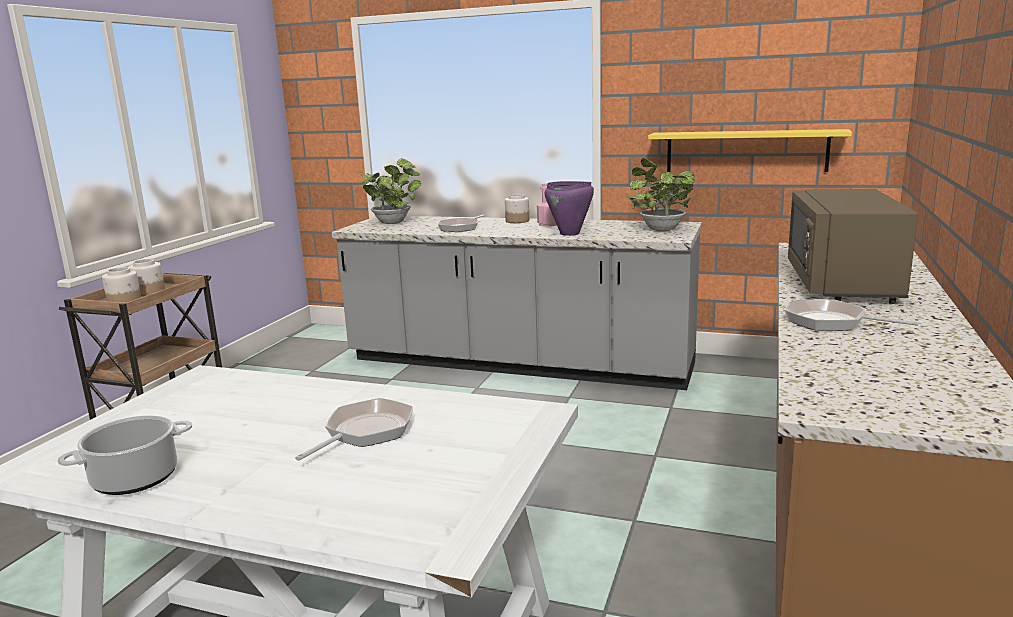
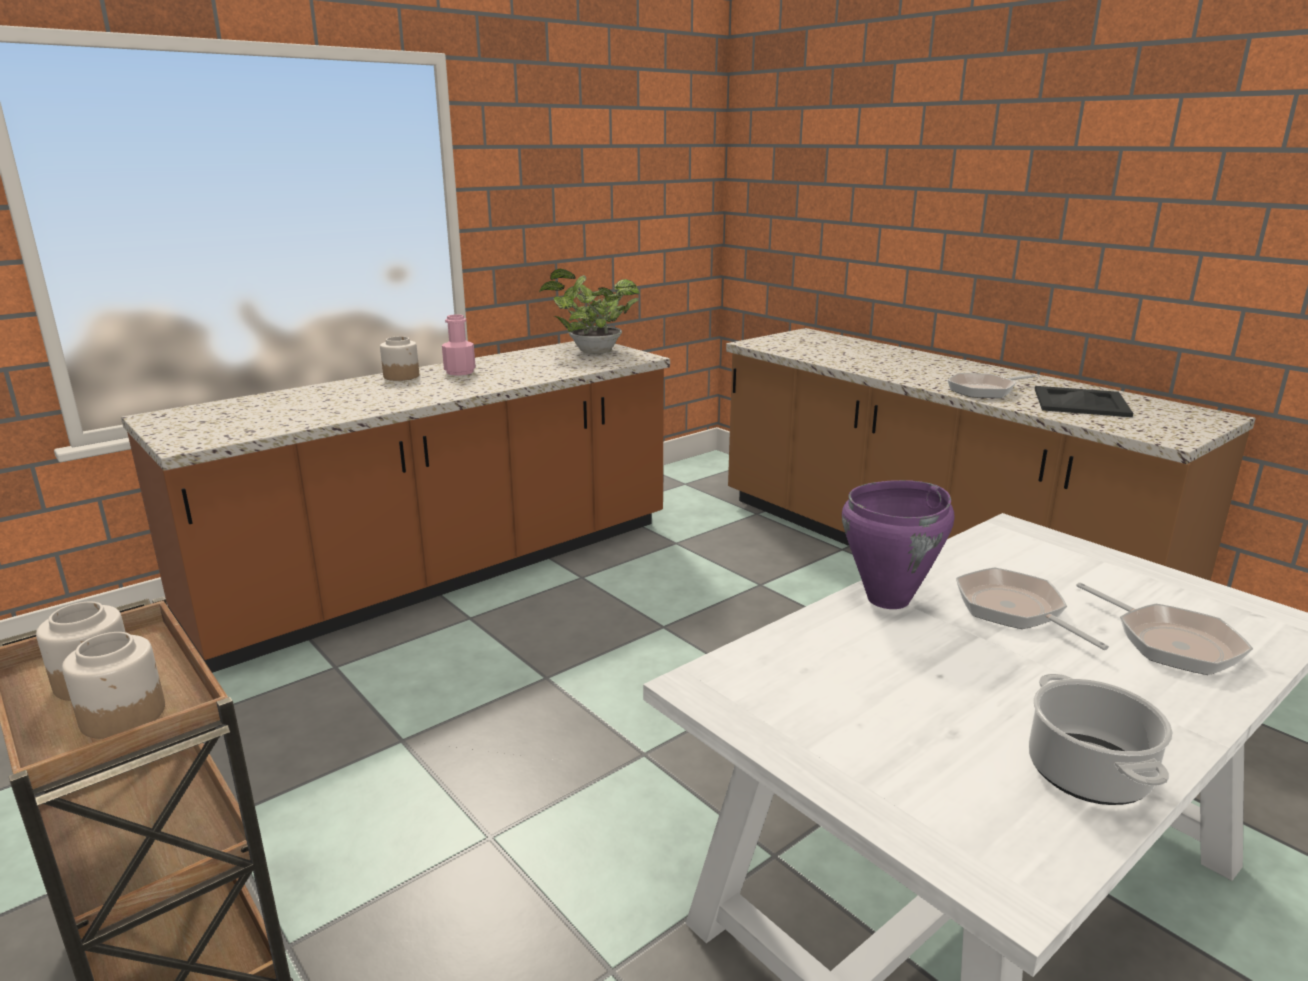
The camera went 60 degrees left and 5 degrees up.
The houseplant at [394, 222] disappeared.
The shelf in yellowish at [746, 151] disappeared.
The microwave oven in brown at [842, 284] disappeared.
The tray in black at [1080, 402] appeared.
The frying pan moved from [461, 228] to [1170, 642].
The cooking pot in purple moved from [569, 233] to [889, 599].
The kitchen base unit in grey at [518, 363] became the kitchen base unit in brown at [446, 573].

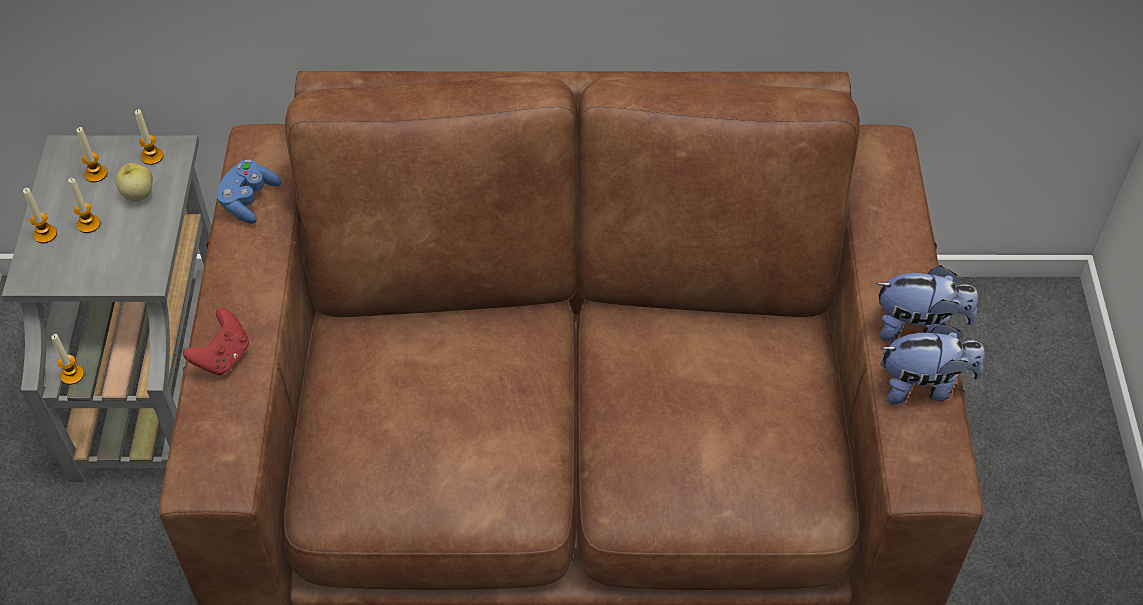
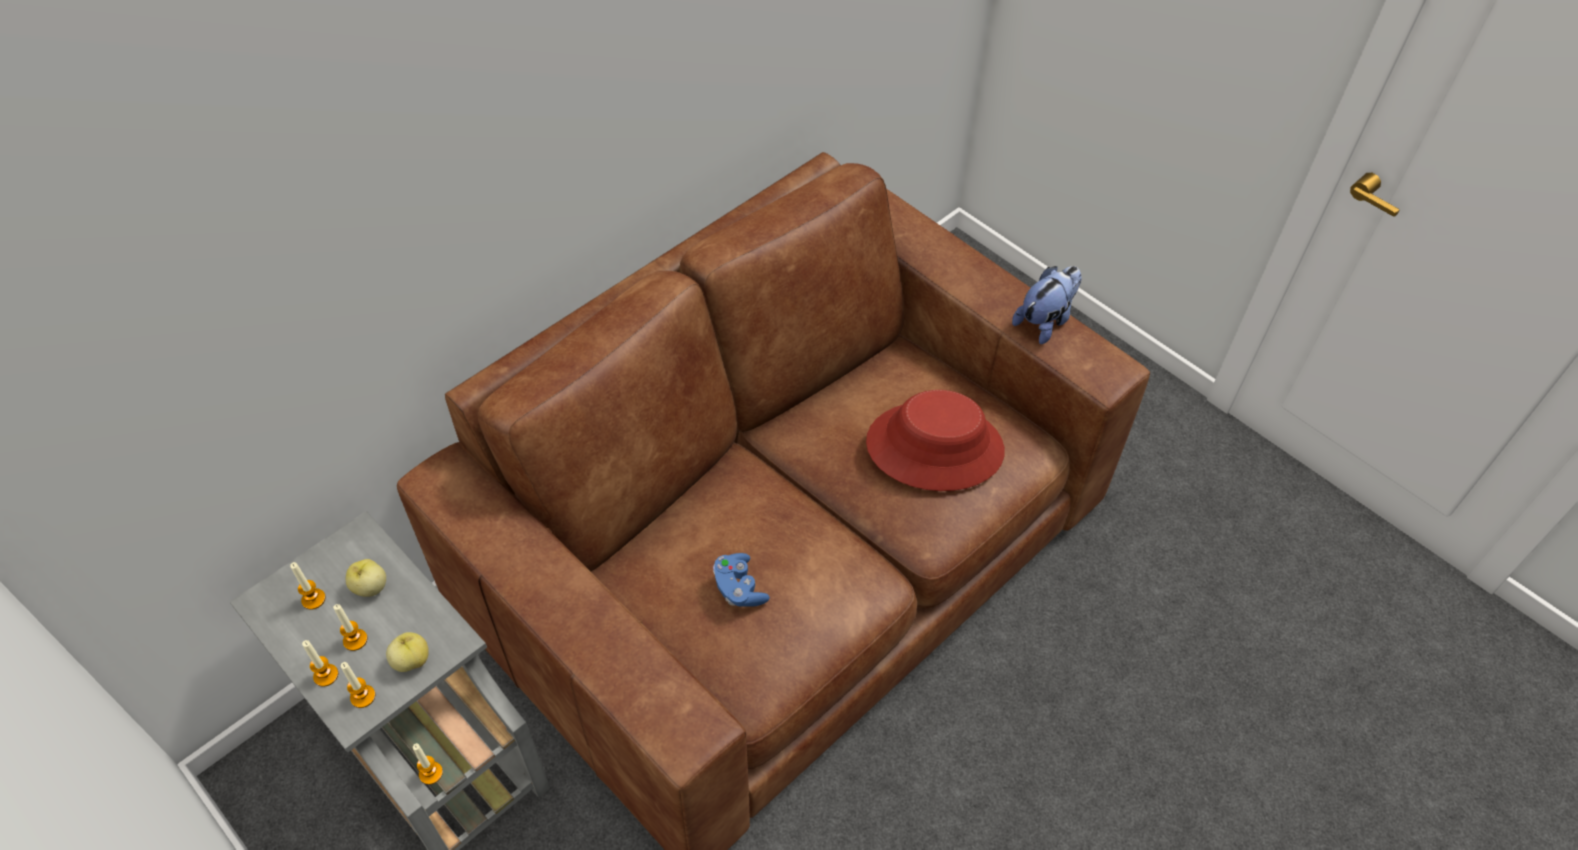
The camera went 45 degrees left and 0 degrees up.
The joypad in reddish at [223, 357] disappeared.
The cuddly toy at [918, 327] disappeared.
The whole apple at [411, 660] appeared.
The wearable hat in reddish at [935, 447] appeared.
The candle moved from [152, 156] to [363, 696].
The joypad in blue moved from [249, 200] to [739, 588].

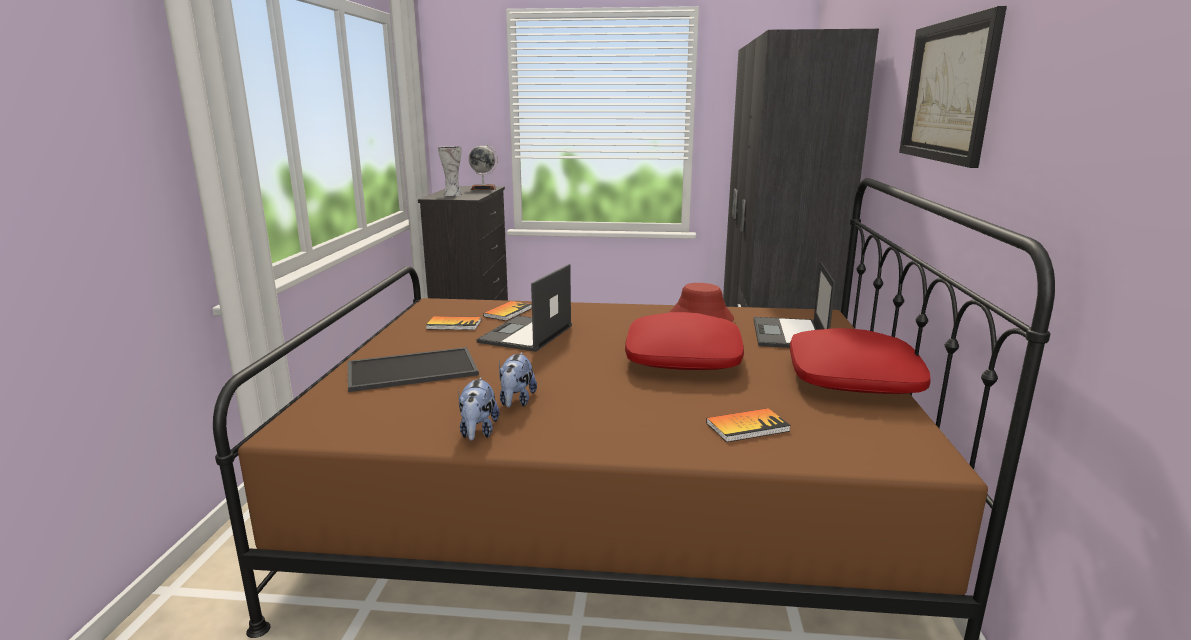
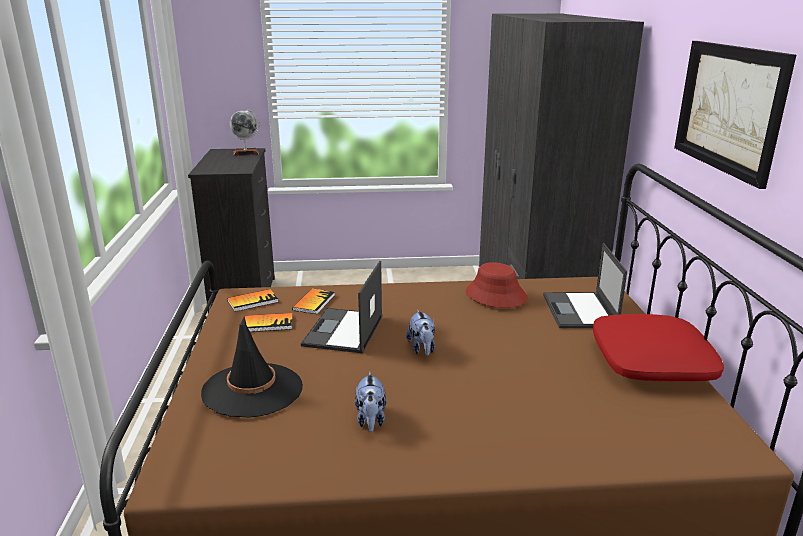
The camera went 10 degrees left and 5 degrees up.
The flower vase at [452, 194] disappeared.
The throw pillow in reddish at [684, 358] disappeared.
The cuddly toy moved from [478, 432] to [422, 349].
The book moved from [747, 427] to [252, 301].
The tray at [411, 370] was replaced by the wearable hat in black at [252, 390].

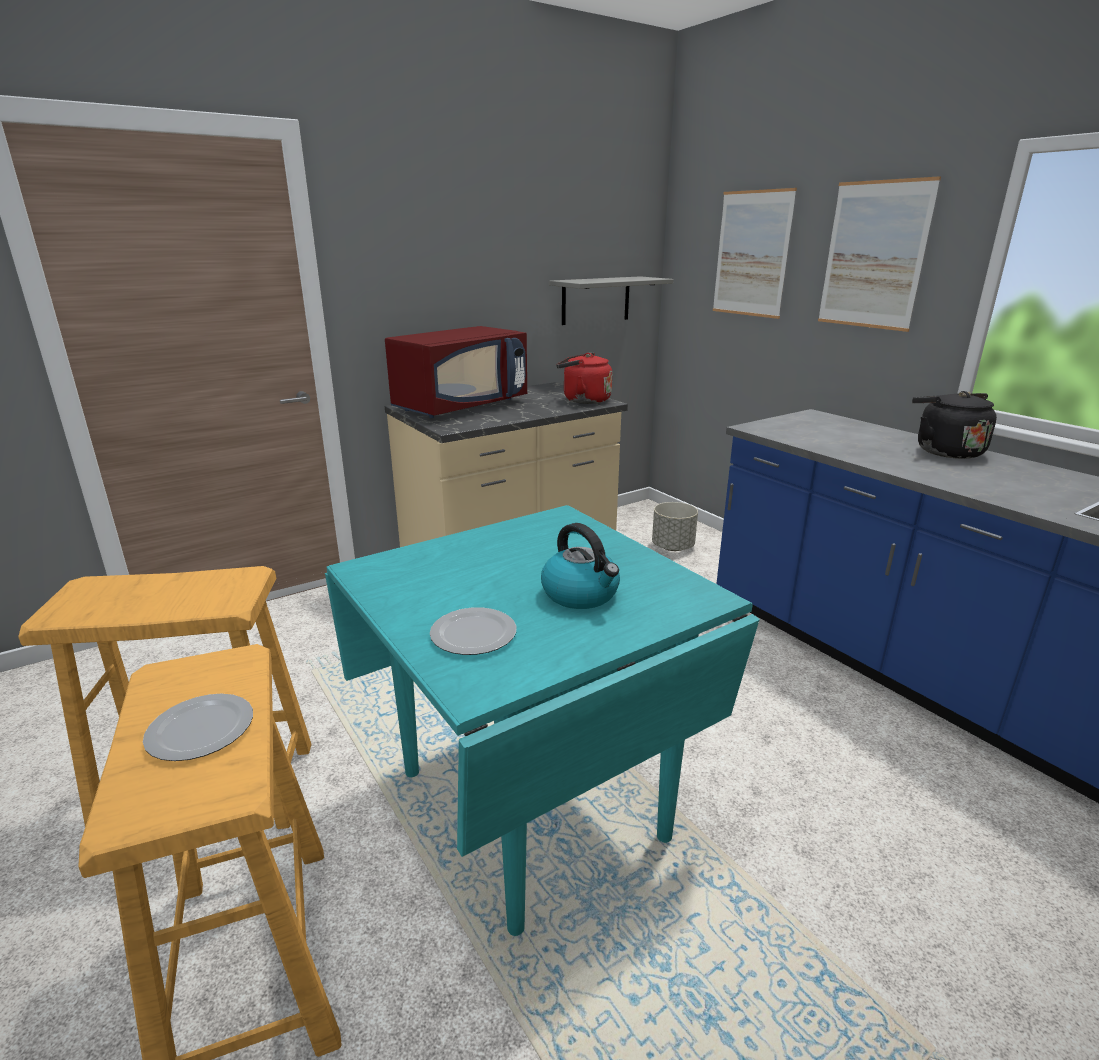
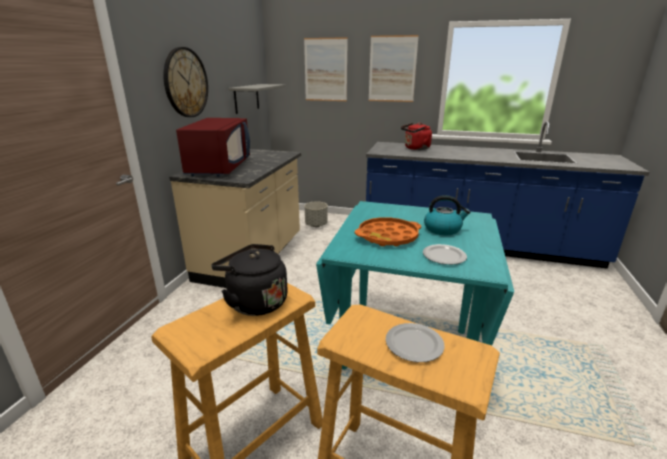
The camera went 40 degrees left and 0 degrees up.
The hanging clock at [186, 83] appeared.
The tray in orange at [388, 236] appeared.
The kettle in reddish moved from [583, 400] to [415, 148].
The kettle in black moved from [944, 451] to [254, 302].

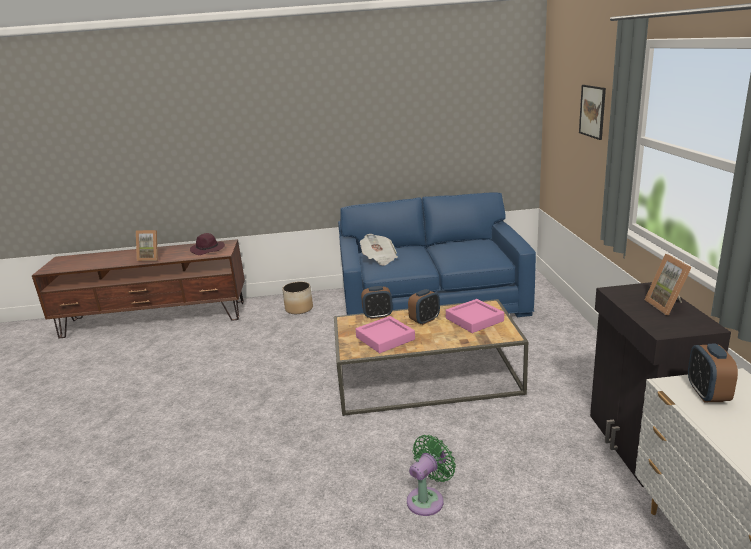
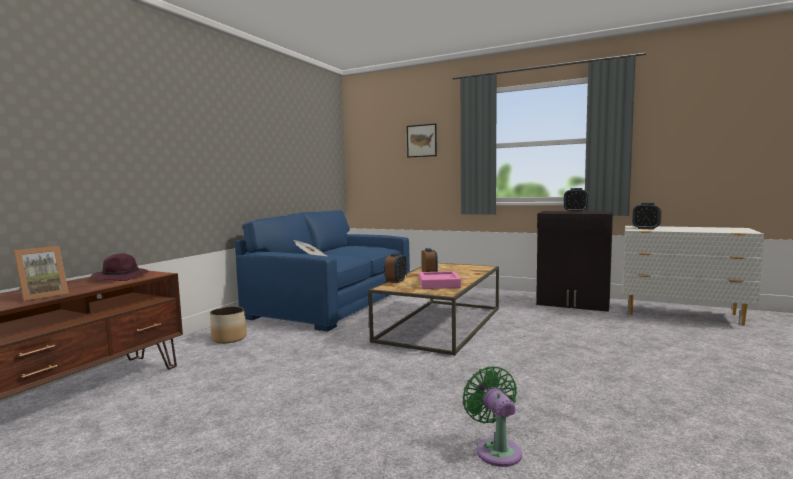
The camera went 60 degrees left and 15 degrees down.
The tray in pink-coloured at [474, 319] disappeared.
The cooling fan in green-coloured moved from [428, 499] to [496, 450].
The picture frame at [668, 306] was replaced by the bedside clock at [575, 211].

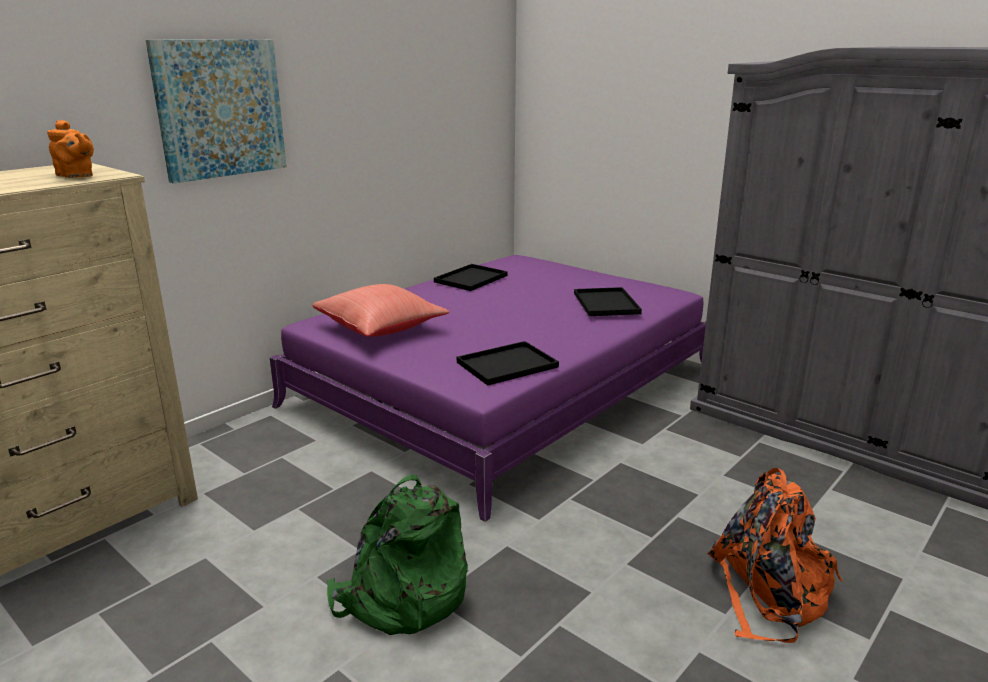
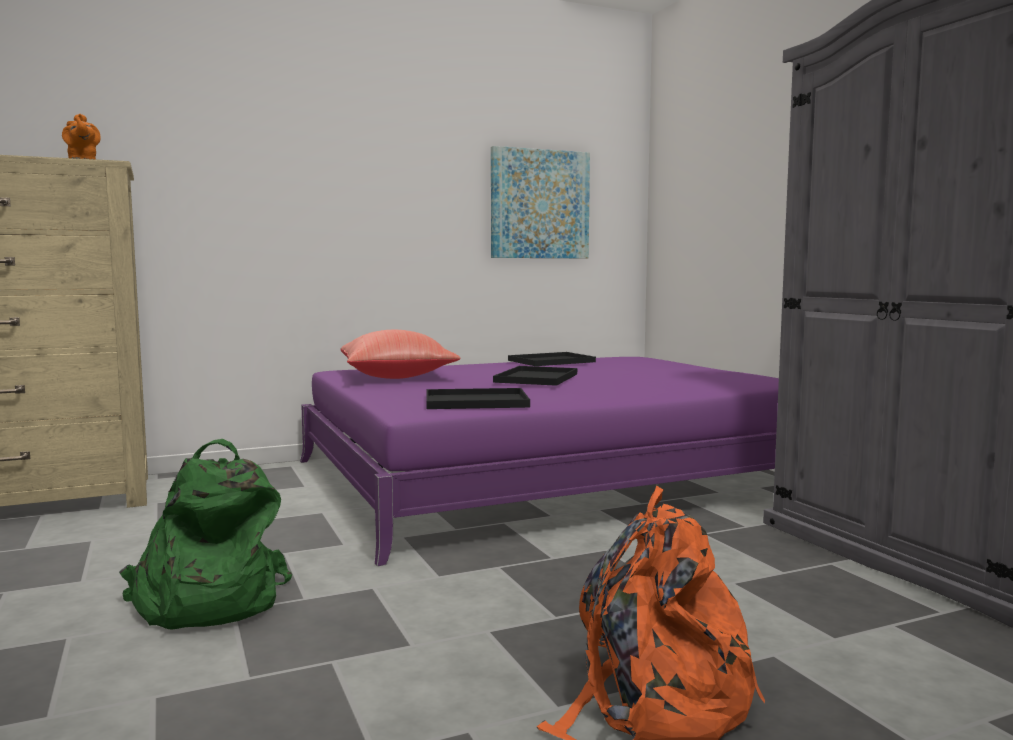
The camera went 25 degrees right and 15 degrees down.
The wall art moved from [220, 109] to [539, 204].
The tray in black moved from [607, 304] to [537, 378].

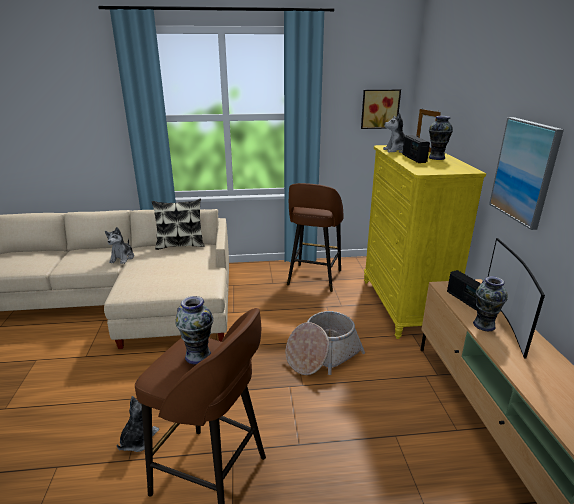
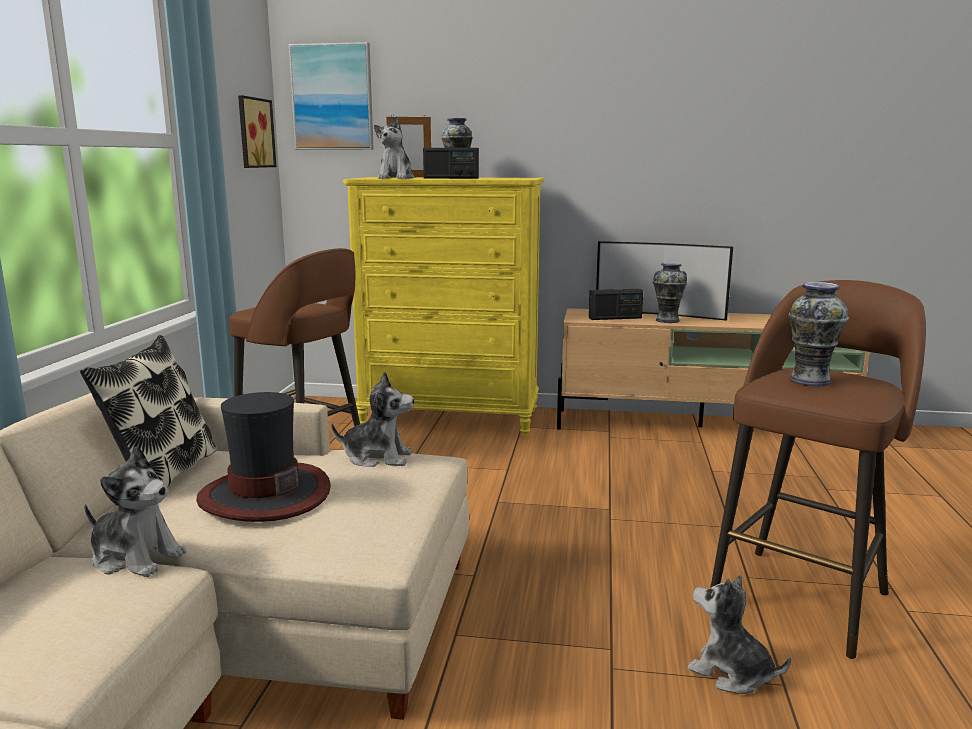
The camera went 75 degrees left and 10 degrees down.
The household basket at [322, 355] disappeared.
The wearable hat at [264, 494] appeared.
The cuddly toy at [377, 458] appeared.
The wall art moved from [524, 171] to [332, 97].

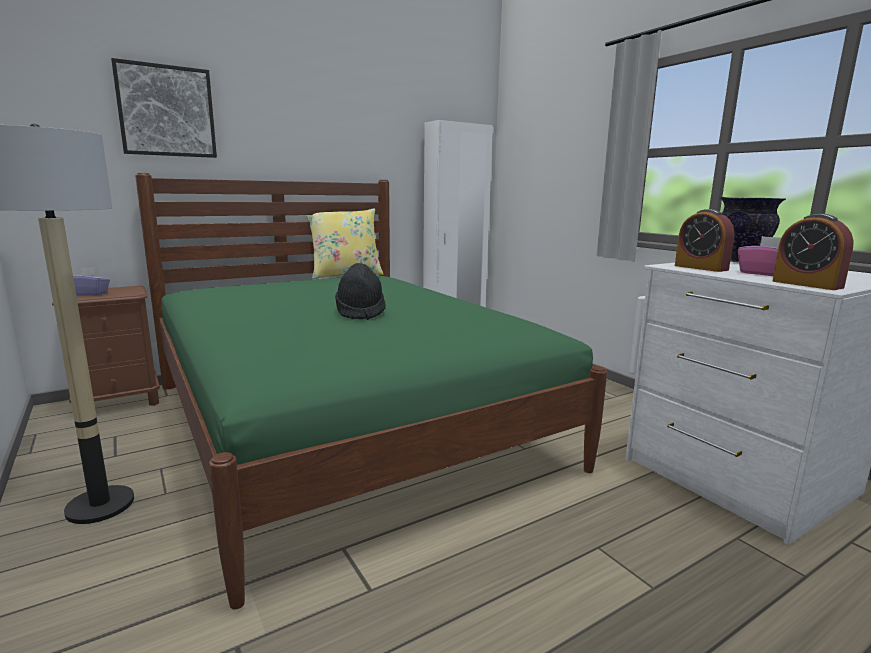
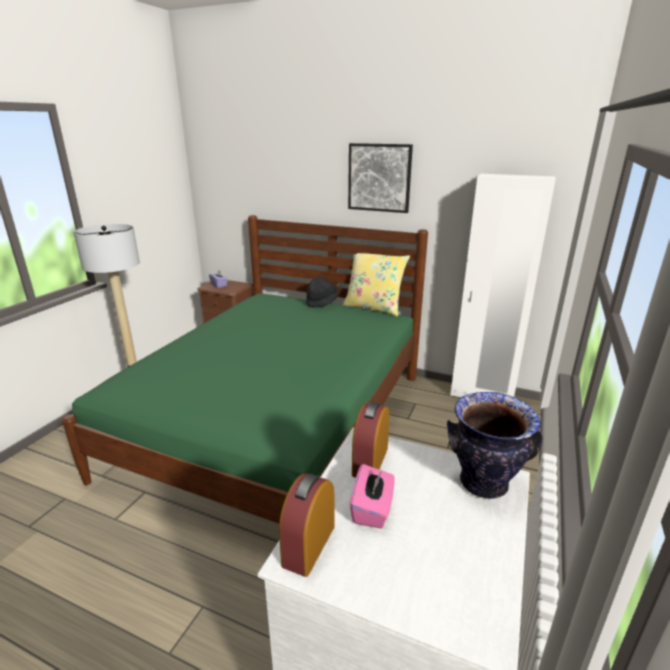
The camera went 55 degrees right and 10 degrees up.
The wall art moved from [166, 111] to [379, 178].
The wearable hat in black moved from [360, 313] to [321, 302].

